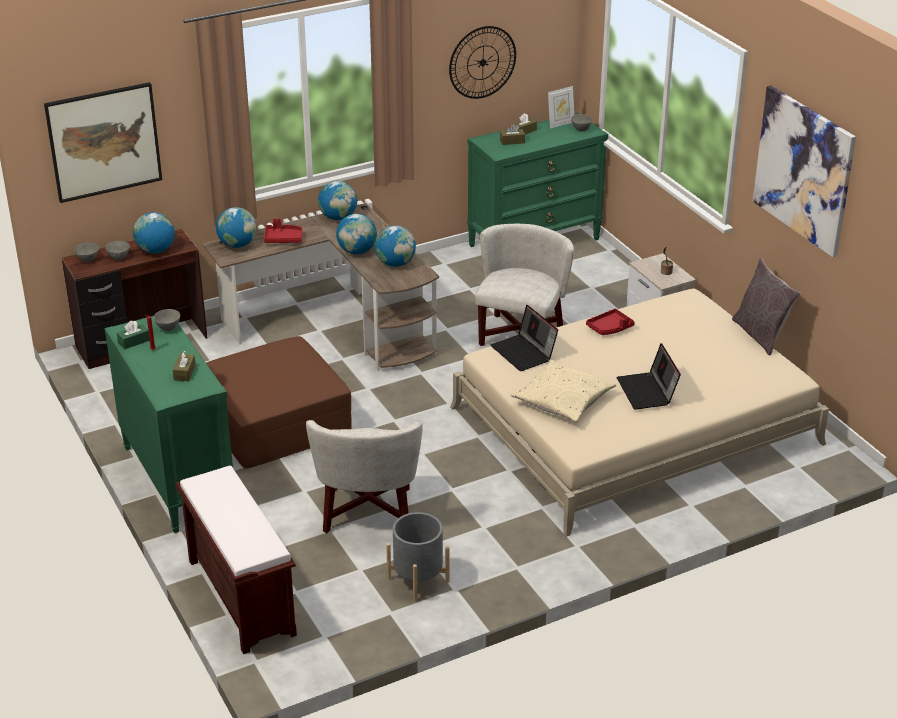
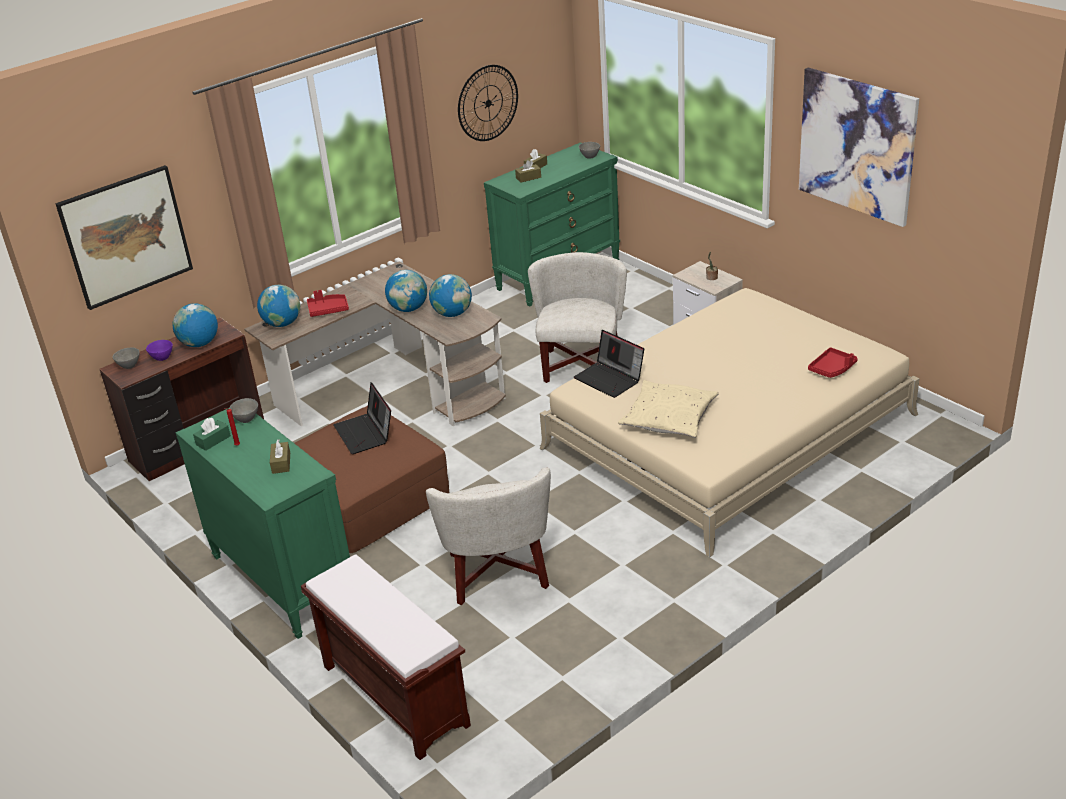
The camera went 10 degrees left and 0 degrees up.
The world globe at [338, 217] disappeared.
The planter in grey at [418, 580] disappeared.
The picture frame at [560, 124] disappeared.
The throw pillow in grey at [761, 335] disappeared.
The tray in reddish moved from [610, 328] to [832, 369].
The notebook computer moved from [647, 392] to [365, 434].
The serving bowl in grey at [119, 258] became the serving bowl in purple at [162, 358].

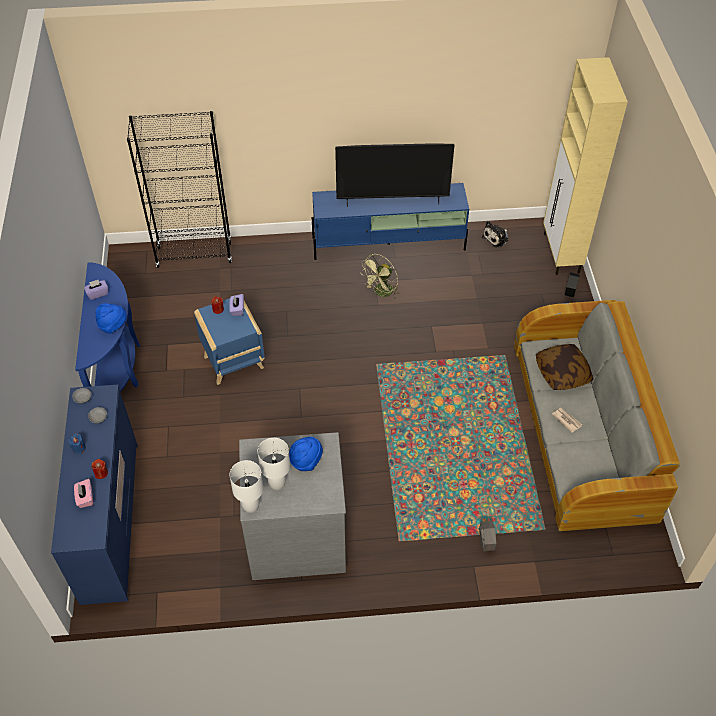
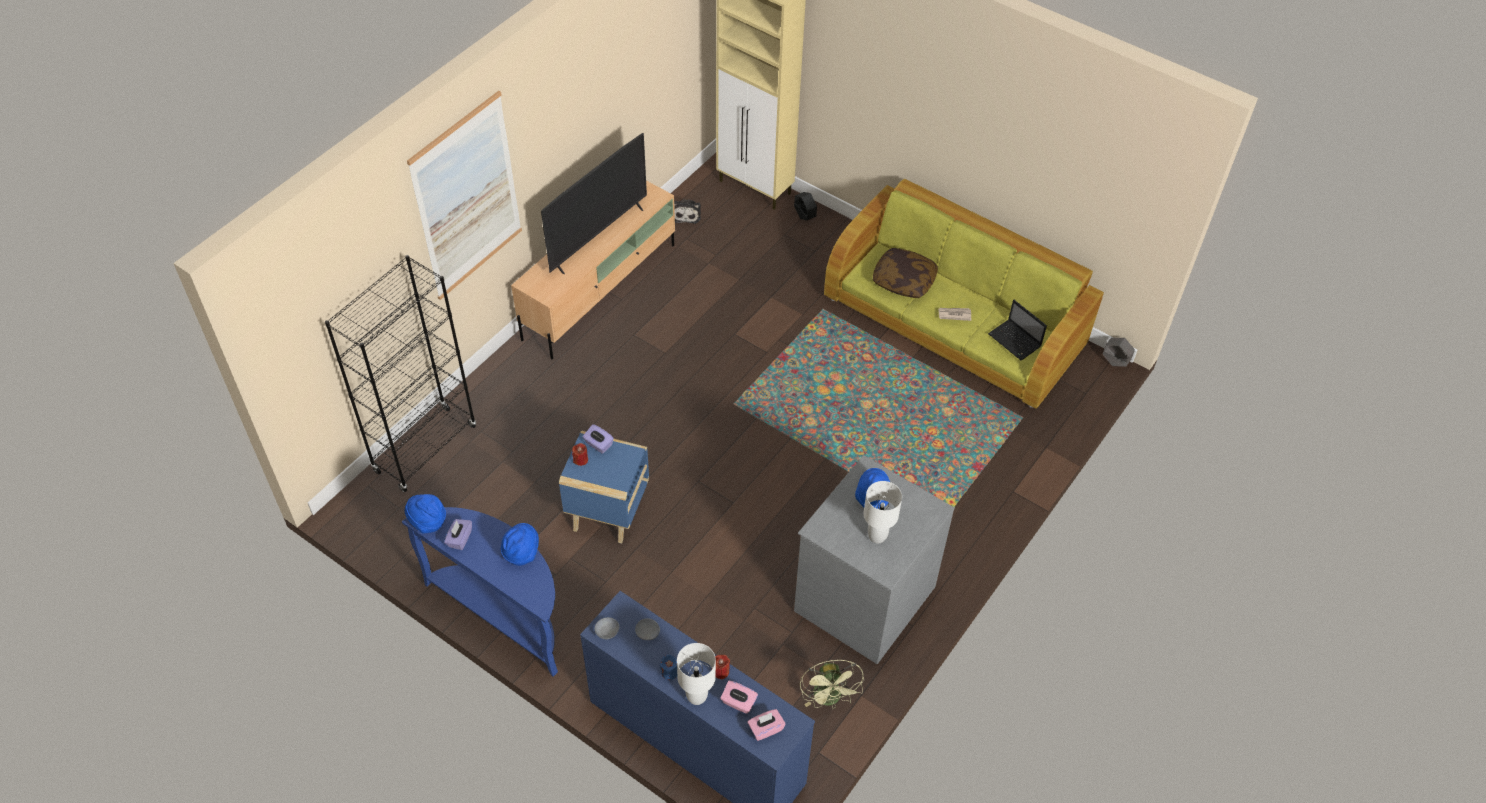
The camera went 50 degrees left and 0 degrees up.
The wearable hat in blue at [428, 522] appeared.
The wall art at [467, 197] appeared.
The tissue box in pink-coloured at [765, 729] appeared.
The notebook computer at [1015, 341] appeared.
The table lamp in white moved from [251, 506] to [697, 696].
The cooling fan in green-coloured moved from [381, 293] to [829, 699].
The planter in grey moved from [486, 543] to [1114, 362].
The tv stand in blue at [389, 244] became the tv stand in beige-coloured at [601, 291].
The settee in grey at [582, 433] became the settee in green-coloured at [955, 321].

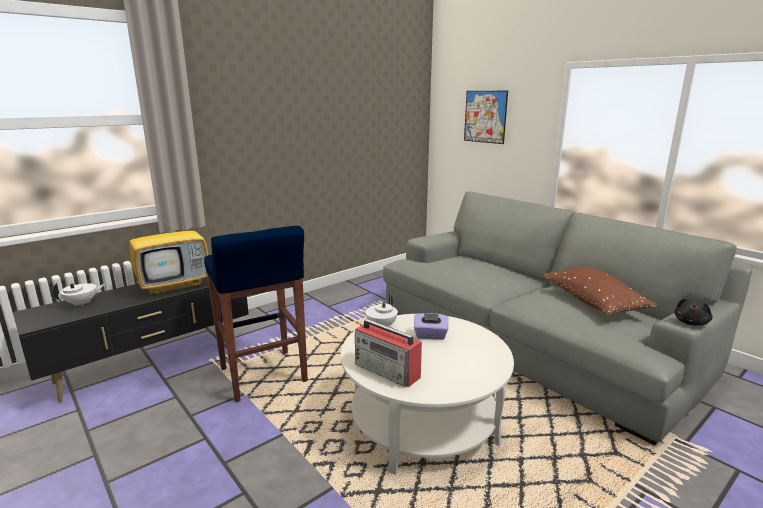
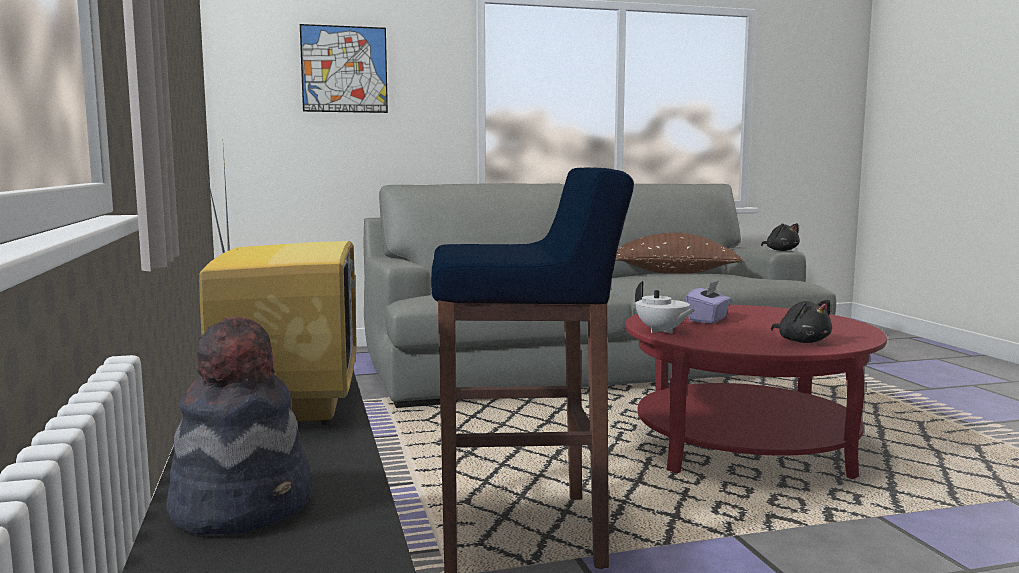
The camera went 65 degrees left and 10 degrees down.
The tea pot in white at [82, 303] was replaced by the wearable hat at [243, 505].
The radio receiver at [387, 371] was replaced by the cuddly toy in black at [802, 341].
The low table in white at [423, 422] became the low table in reddish at [744, 445].

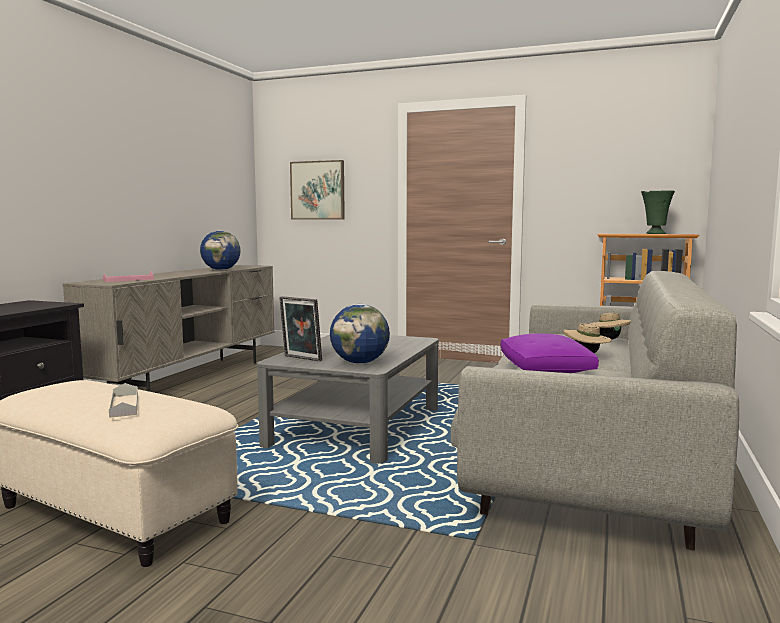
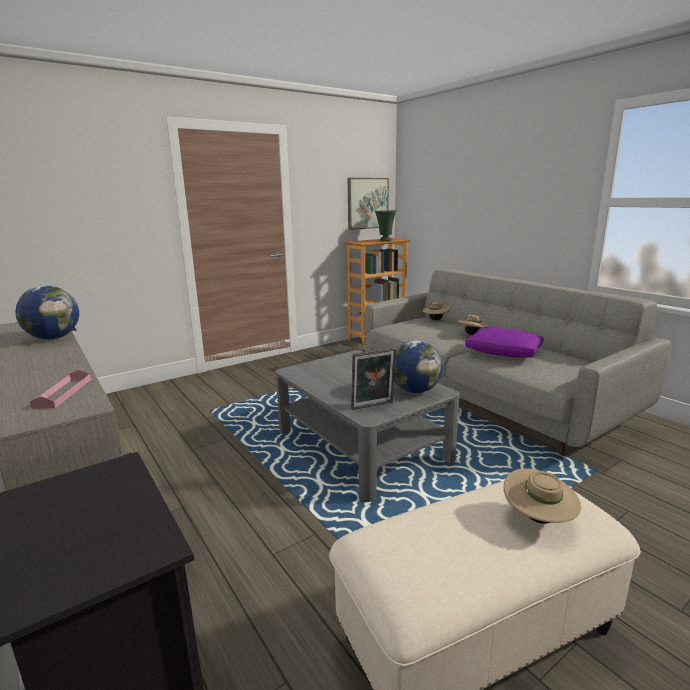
The camera went 55 degrees left and 10 degrees up.
The wall art moved from [318, 190] to [367, 203].
The tray in grey at [124, 405] was replaced by the wearable hat in beige-coloured at [538, 519].

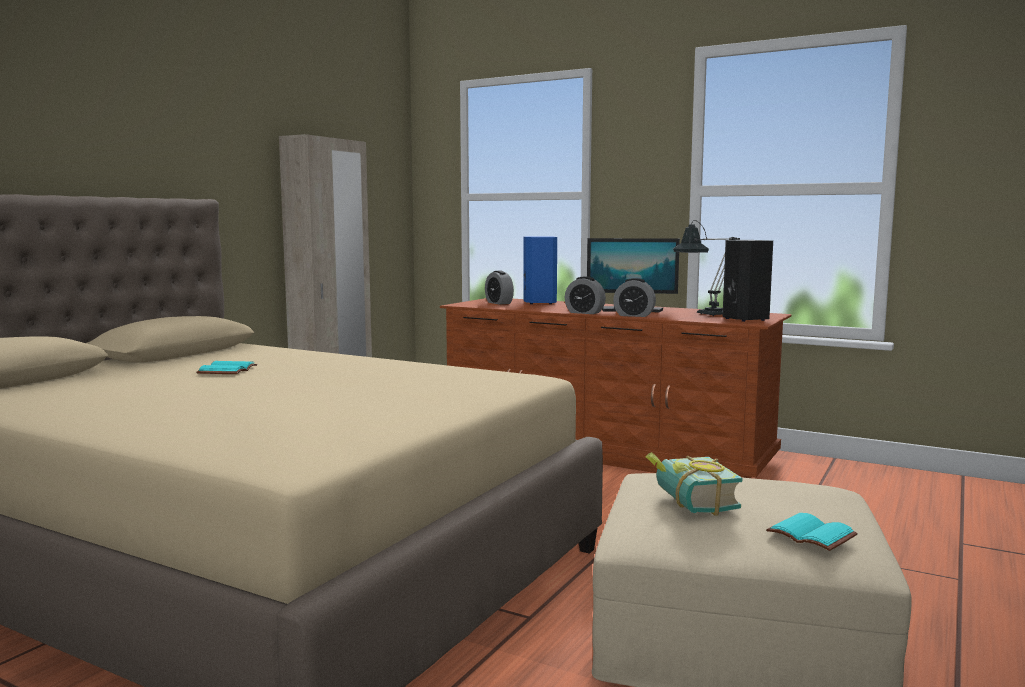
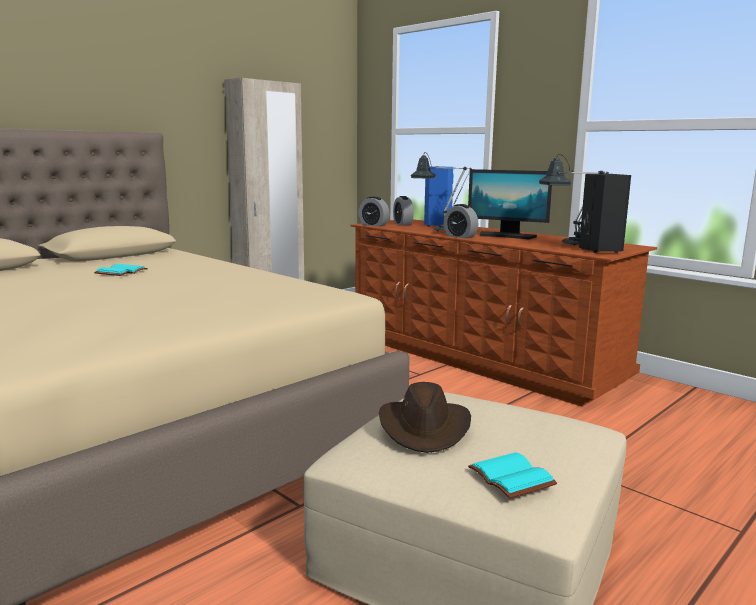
The camera went 15 degrees right and 5 degrees up.
The table lamp at [439, 230] appeared.
The bedside clock moved from [634, 315] to [373, 225].
The book at [688, 503] was replaced by the wearable hat in brown at [425, 428].

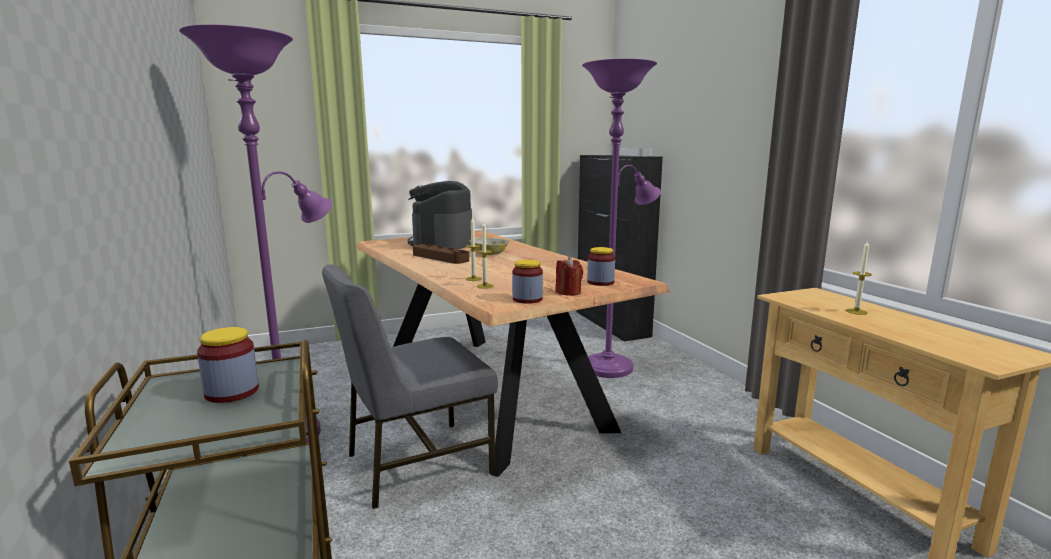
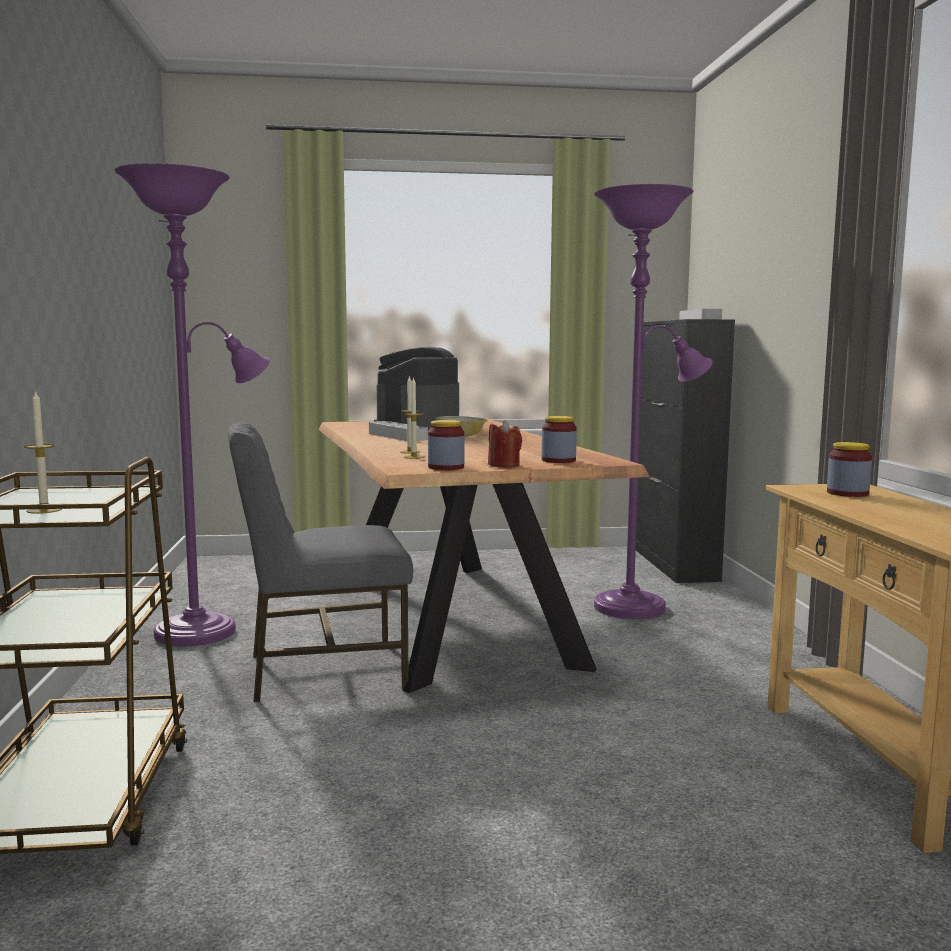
The camera went 15 degrees right and 5 degrees down.
The jar moved from [232, 392] to [847, 493].
The candle moved from [856, 311] to [44, 510].
The tray in brown at [440, 257] became the tray in grey at [397, 436].

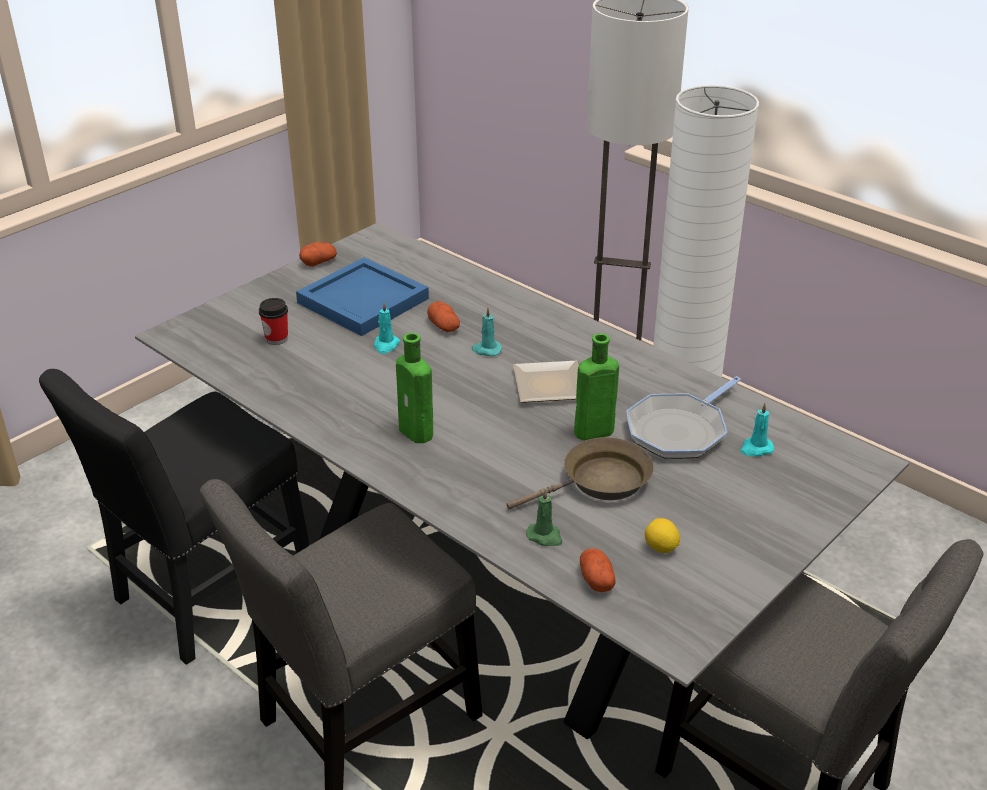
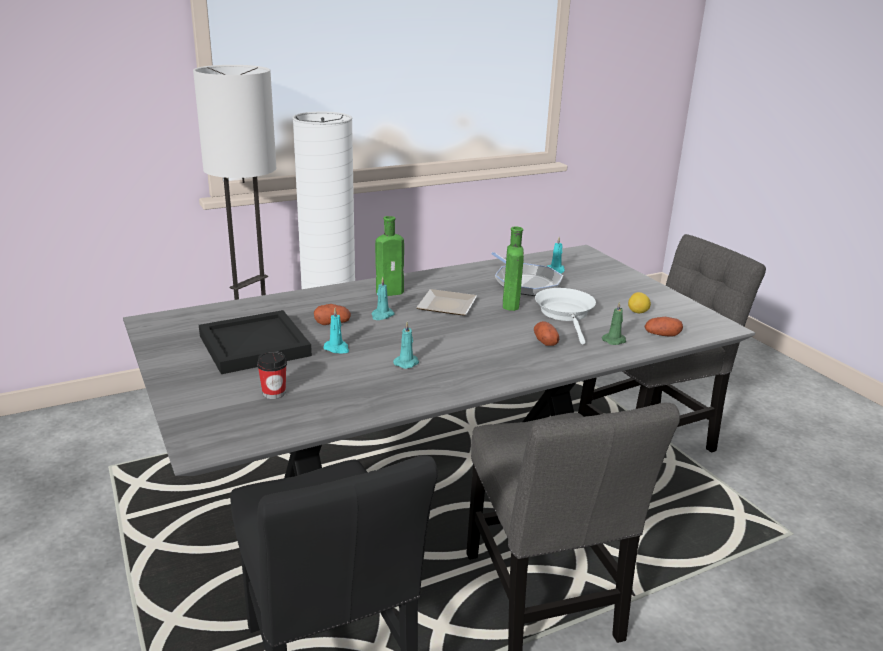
The camera went 70 degrees left and 10 degrees down.
The candle in blue-green at [407, 363] appeared.
The spud moved from [319, 262] to [545, 342].
The drink bottle in green-coloured moved from [418, 433] to [392, 292].
The tray in blue at [361, 301] became the tray in black at [253, 346].
The frying pan in brown at [600, 482] became the frying pan in white at [566, 314].

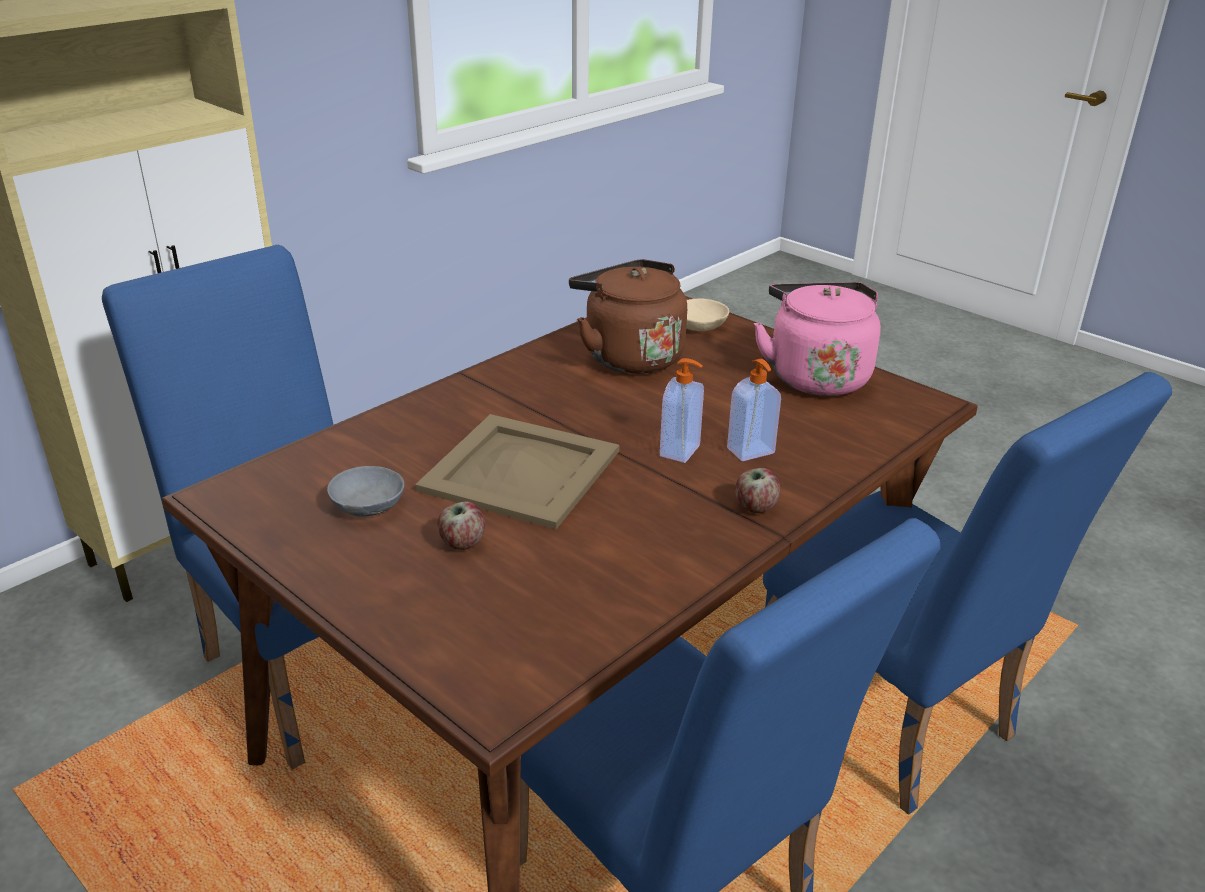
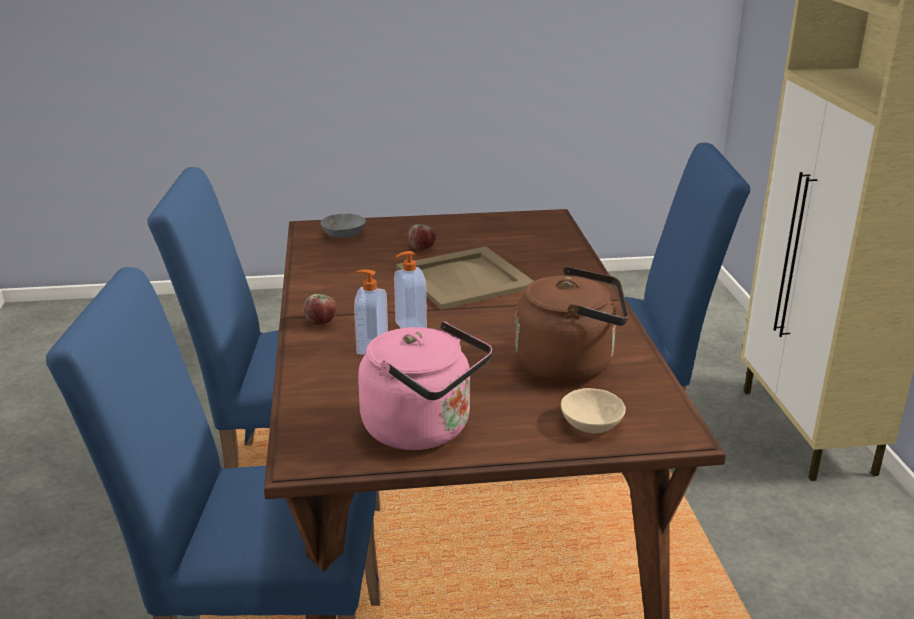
The camera went 130 degrees right and 5 degrees down.
The serving bowl in grey moved from [370, 504] to [343, 235].

